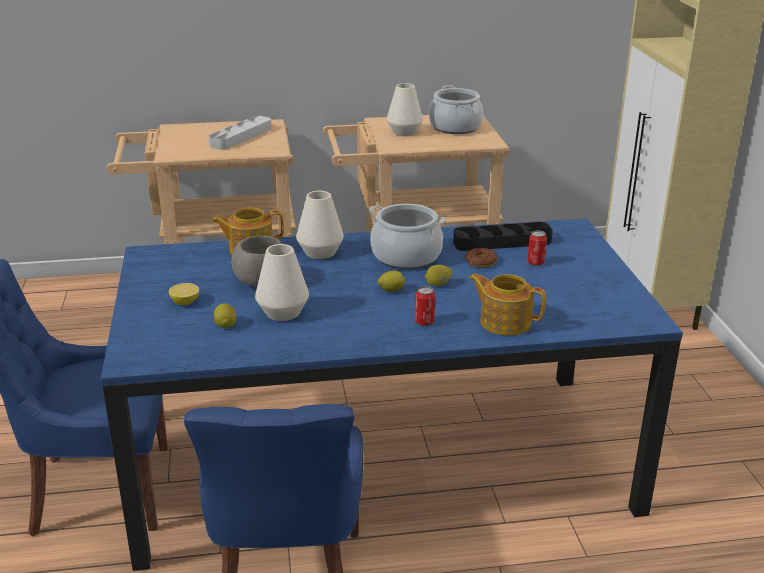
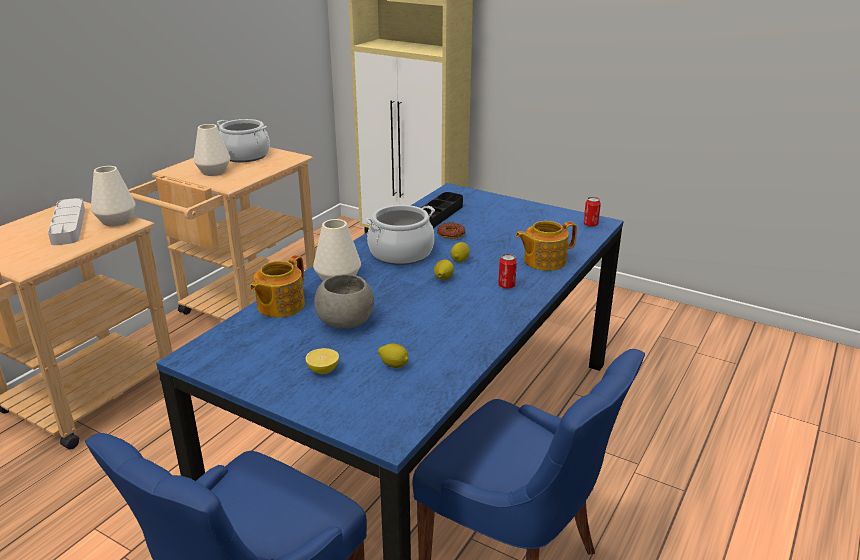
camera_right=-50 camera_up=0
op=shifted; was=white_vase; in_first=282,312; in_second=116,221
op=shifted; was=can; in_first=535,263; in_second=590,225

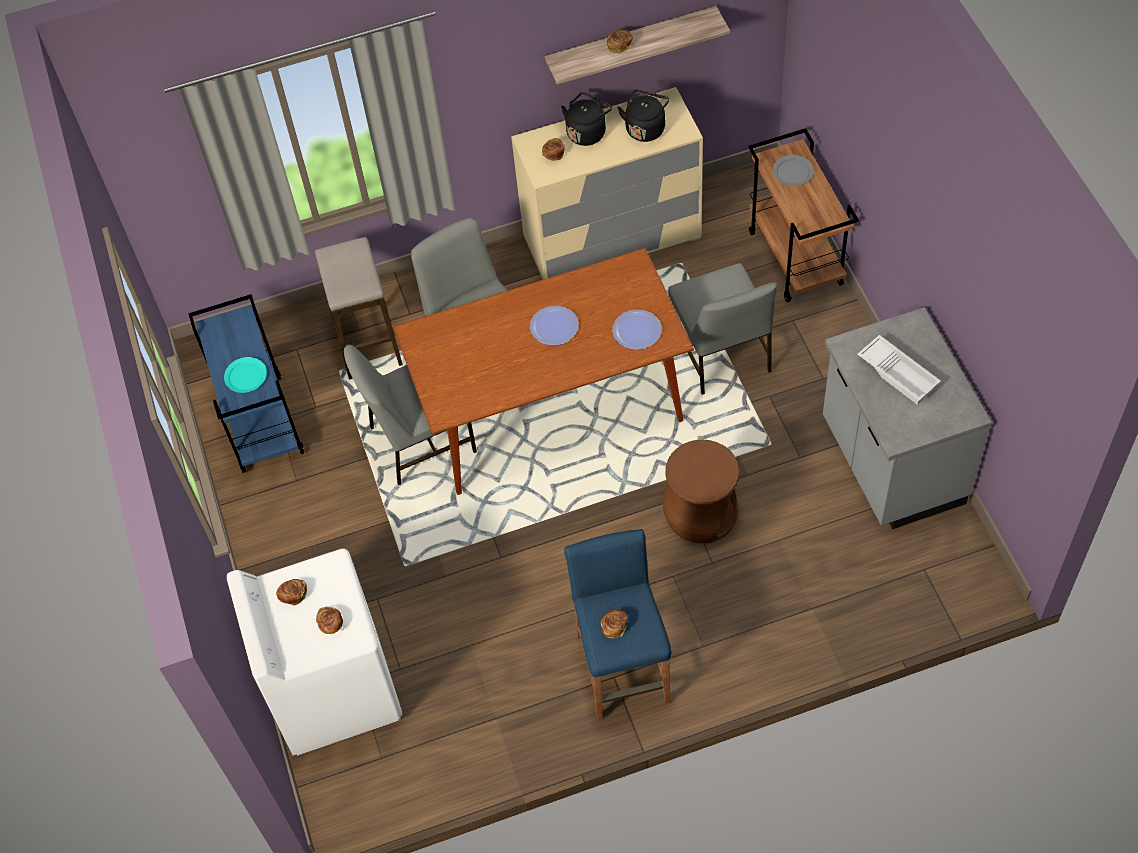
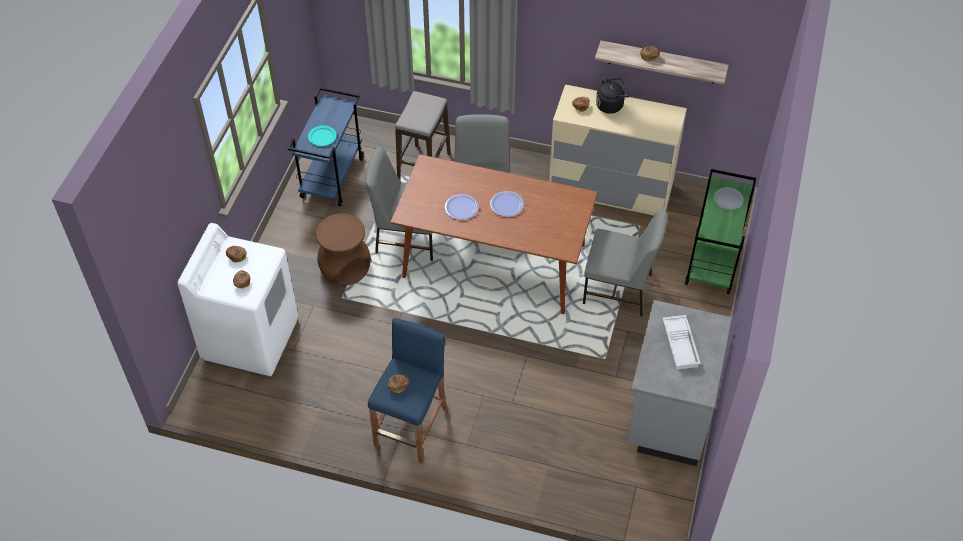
camera_right=30 camera_up=-5
op=shifted; was=plate; in_first=636,330; in_second=461,207
op=gone; was=black_kettle; in_first=645,128
op=shifted; was=brown_stool; in_first=700,512; in_second=345,266
op=rotated; was=grey_chair; in_first=720,353; in_second=619,290; clockwise=-90
op=repainted; was=brown_cart; now=green_cart; in_first=796,258; in_second=713,263

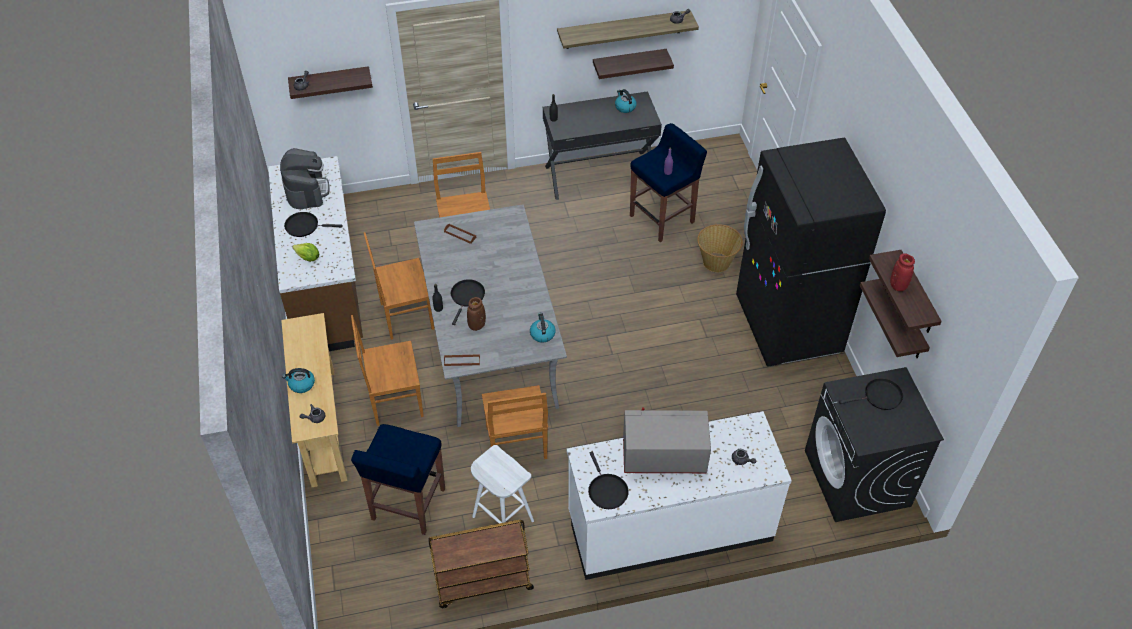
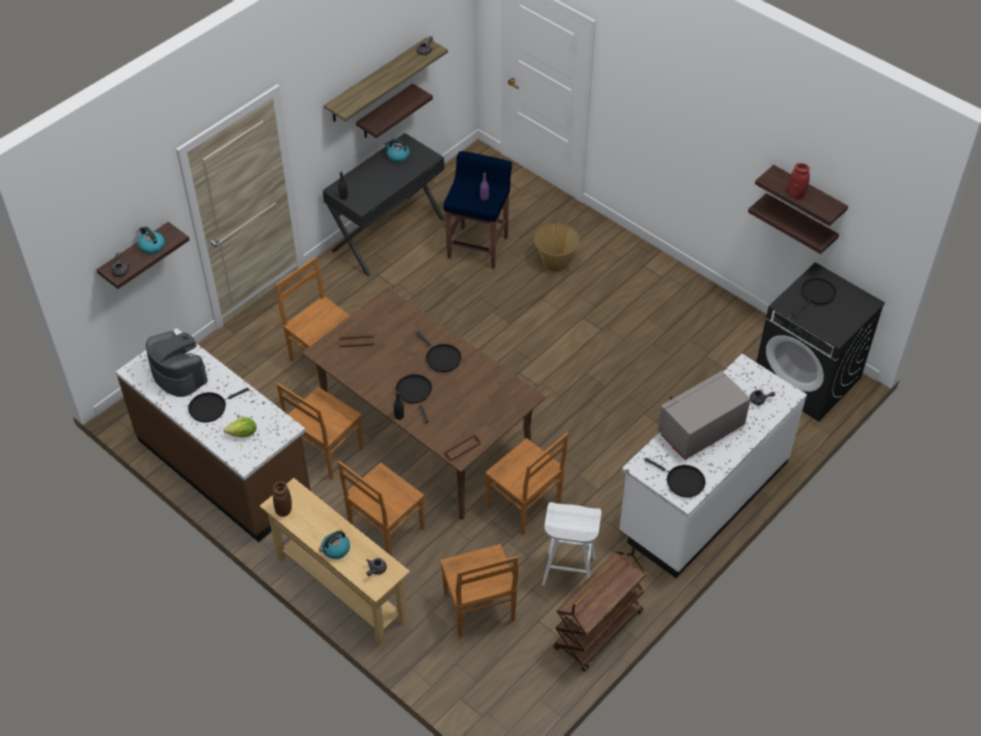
camera_right=-35 camera_up=0
op=swapped; was=blue_stool; now=brown_chair; in_first=407,505; in_second=479,609
op=repainted; was=grey_dining_table; now=brown_dining_table; in_first=490,342; in_second=424,433
op=shifted; was=brown_vase; in_first=477,325; in_second=284,510
op=shifted; was=kettle; in_first=542,334; in_second=151,246
op=gone; was=black_fridge; in_first=788,326
op=new; now=black_frying_pan; in_second=441,358

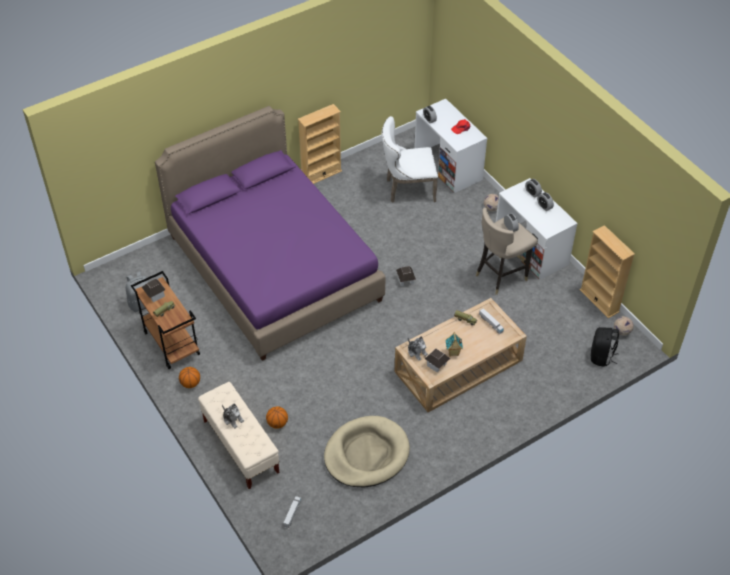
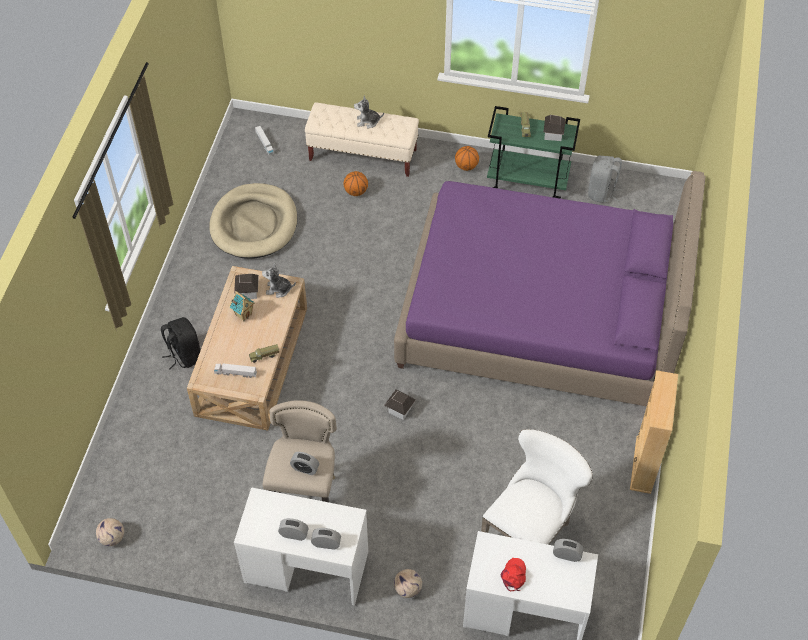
camera_right=135 camera_up=5
op=repainted; was=brown_cart; now=green_cart; in_first=171,343; in_second=528,182
op=gone; was=beige_bookcase; in_first=599,301
op=shifted; was=black_backpack; in_first=601,357; in_second=184,355

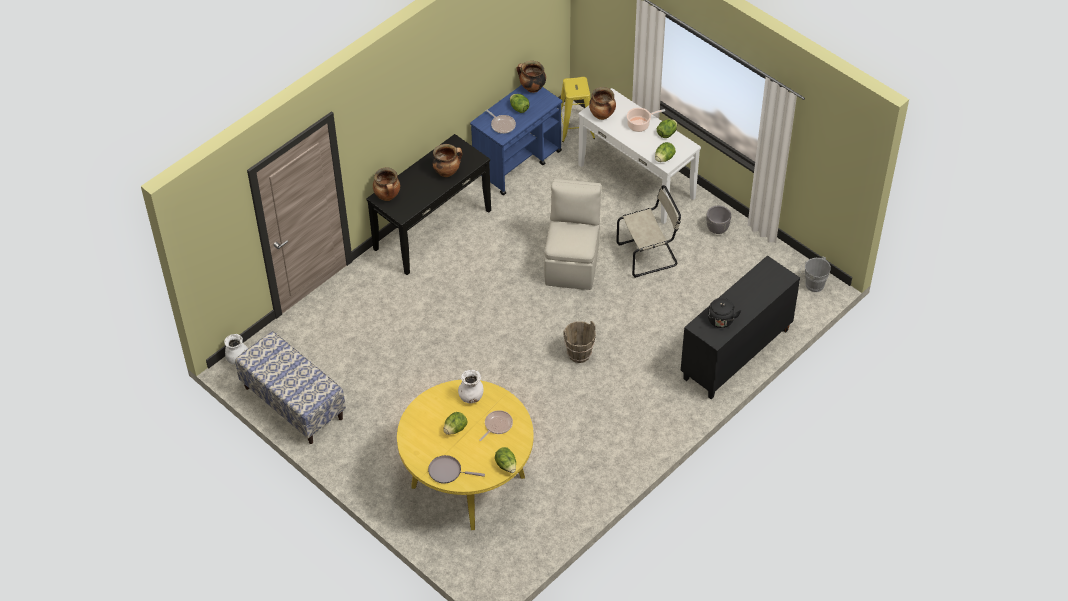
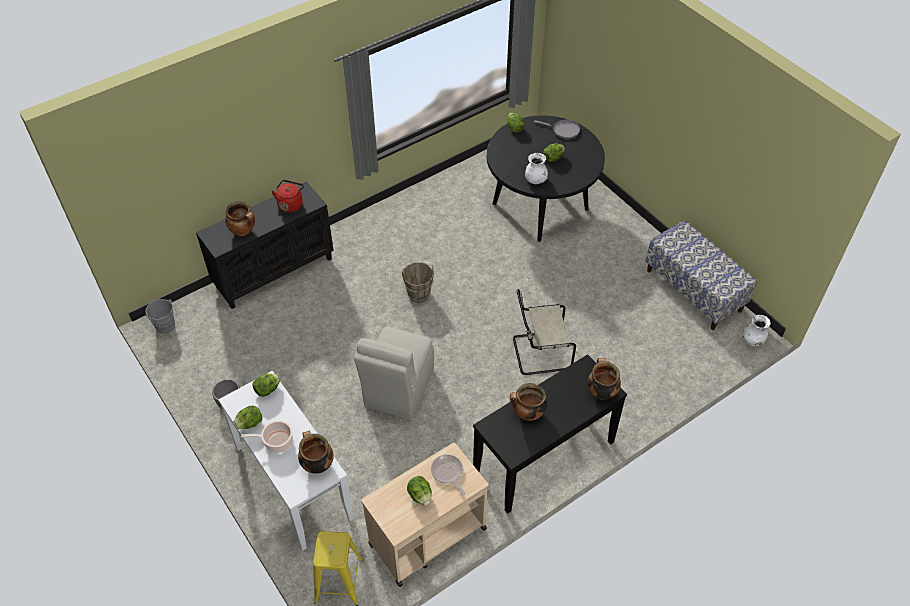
camera_right=-170 camera_up=0
op=repainted; was=yellow_dining_table; now=black_dining_table; in_first=468,481; in_second=540,206
op=repainted; was=blue_cart; now=beige_cart; in_first=517,162; in_second=426,536
op=gone; was=frying_pan; in_first=497,425
op=shifted; was=cooking_pot; in_first=532,88; in_second=243,231
op=shifted; was=beige_chair; in_first=649,254; in_second=539,353
op=repainted; was=black_kettle; now=red_kettle; in_first=721,321; in_second=291,204

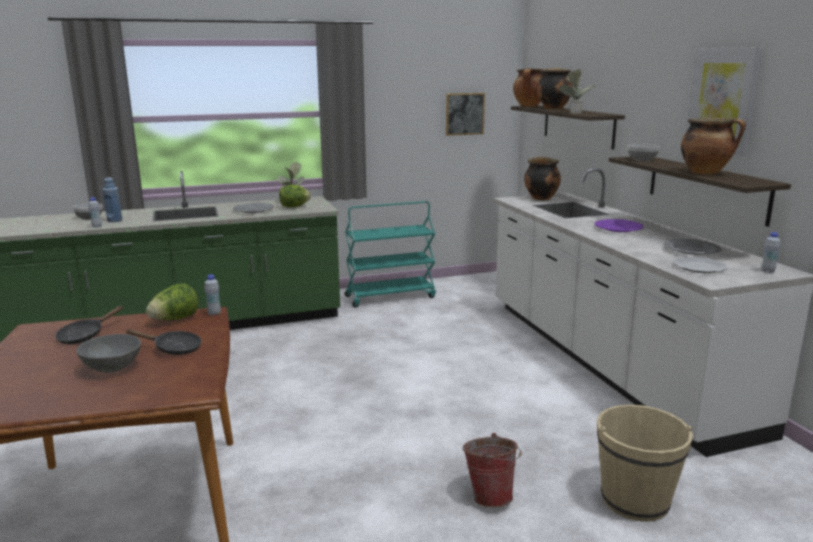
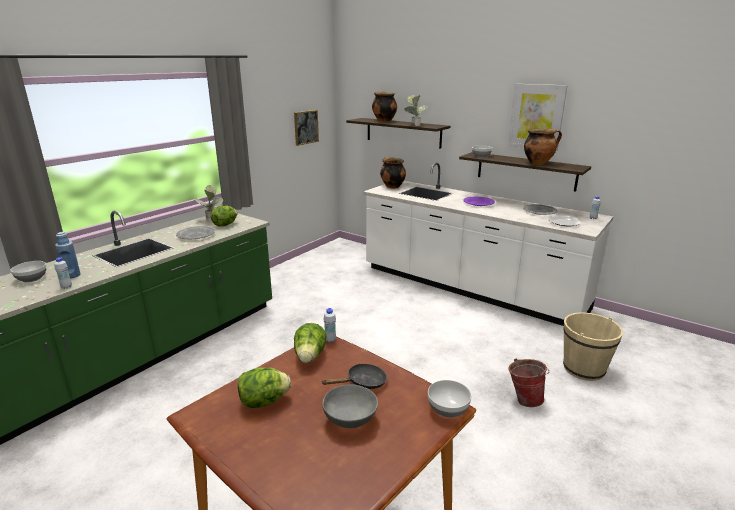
camera_right=-35 camera_up=5
op=swapped; was=black_frying_pan; now=lettuce; in_first=84,336; in_second=264,401
op=gone; was=turquoise_cart; in_first=390,296
op=gone; was=cooking_pot; in_first=529,106
op=new; now=bowl; in_second=448,409

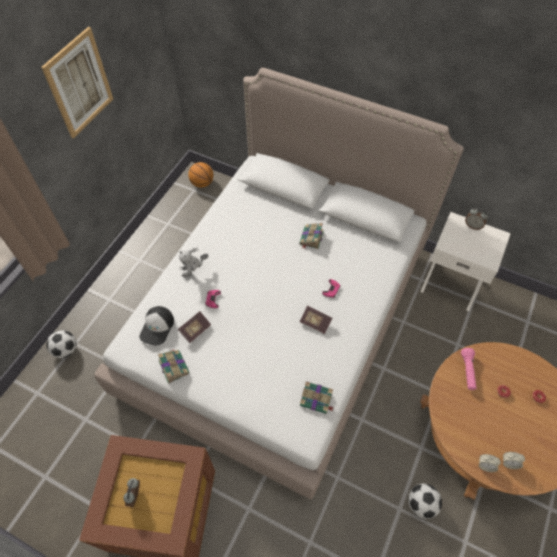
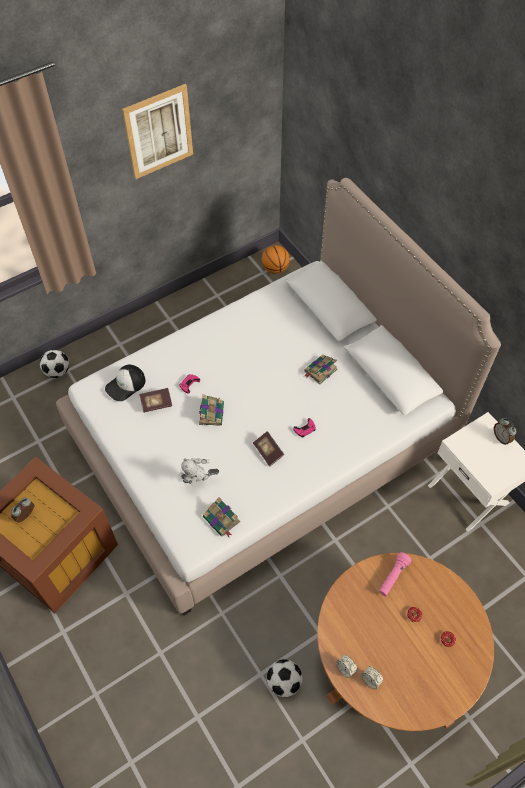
camera_right=30 camera_up=0
op=shifted; was=book; in_first=173,366; in_second=211,413
op=shifted; was=toy_robot; in_first=195,272; in_second=198,482

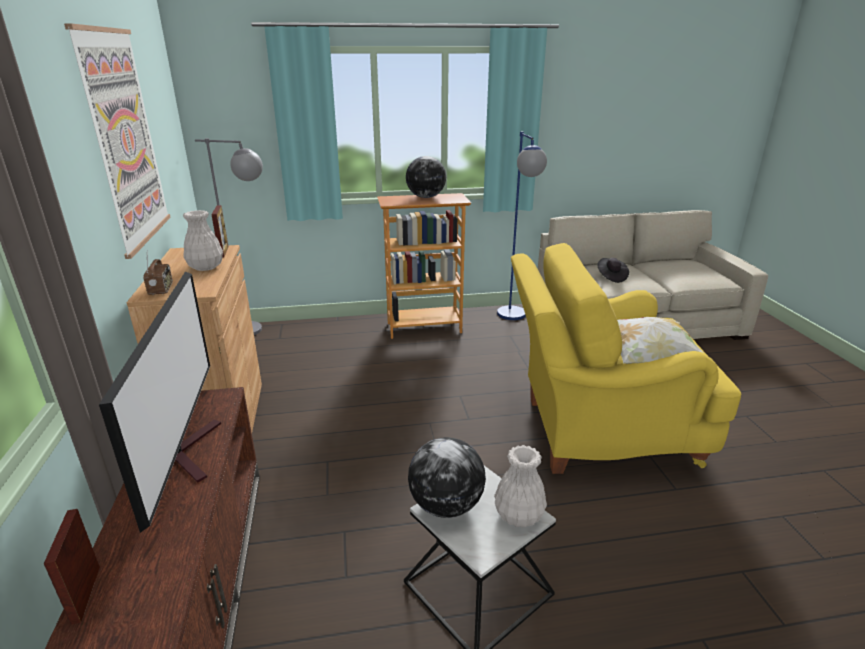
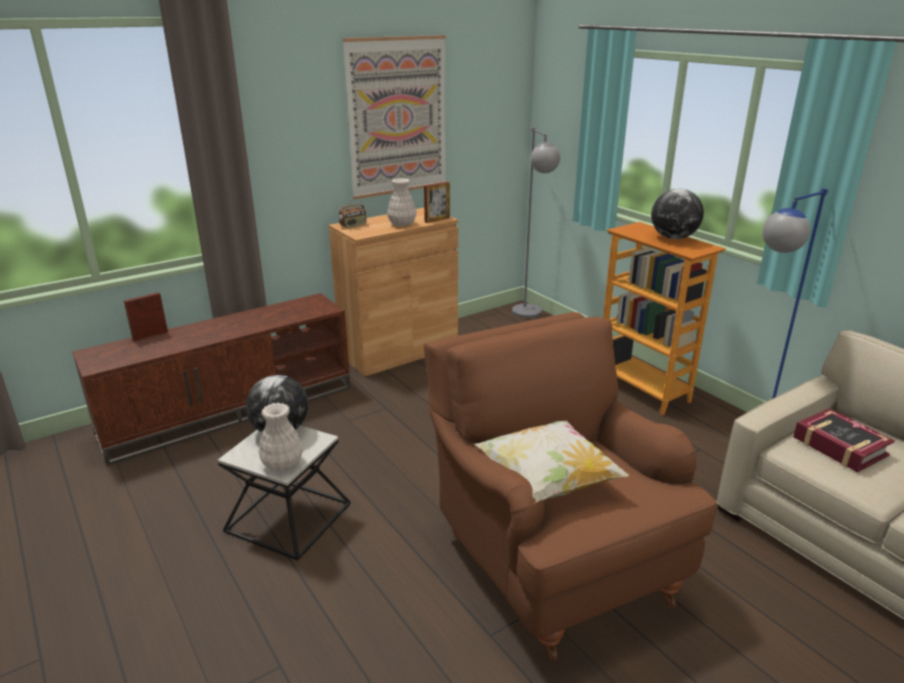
camera_right=65 camera_up=0
op=gone; was=television; in_first=191,450
op=repainted; was=yellow_armchair; now=brown_armchair; in_first=599,433; in_second=551,557
op=swapped; was=black_hat; now=book; in_first=611,277; in_second=839,446

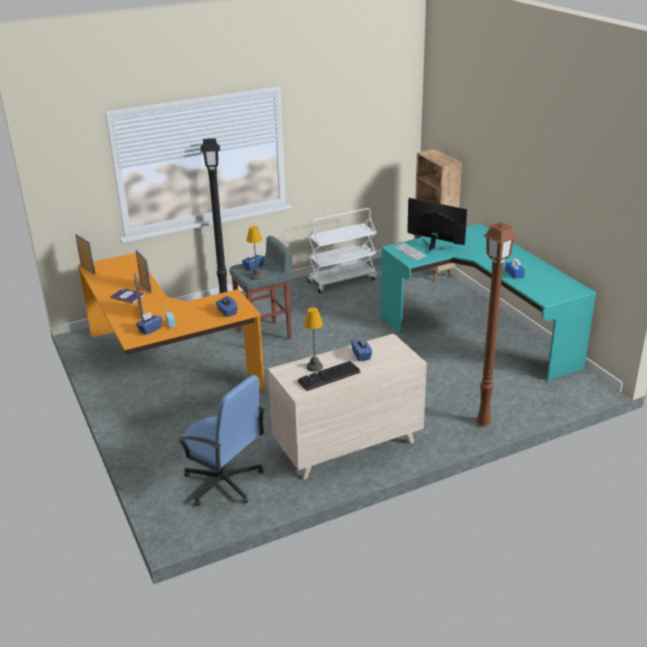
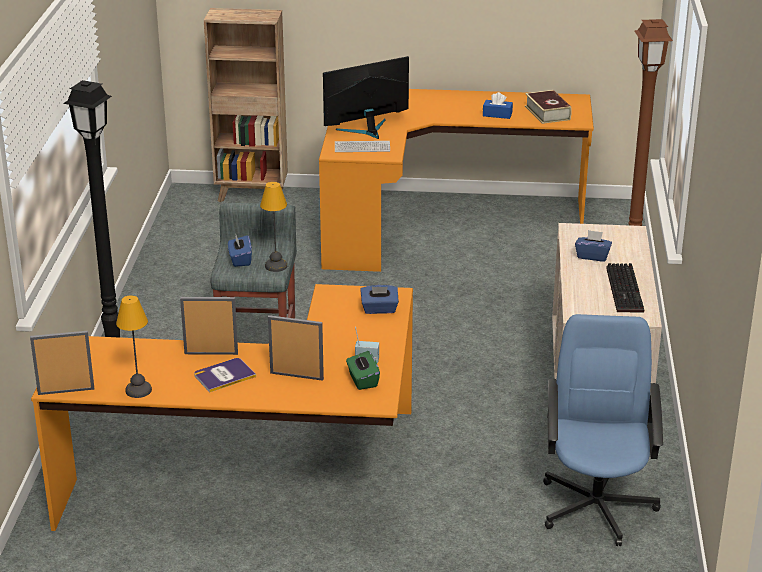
camera_right=-60 camera_up=0
op=repainted; was=blue_tissue_box; now=green_tissue_box; in_first=150,329; in_second=362,380
op=rotated; was=blue_office_chair; in_first=224,483; in_second=597,506; clockwise=-60
op=shifted; was=table_lamp; in_first=314,367; in_second=137,390
op=gone; was=white_cart; in_first=342,280
op=repainted; was=turquoise_desk; now=orange_desk; in_first=481,331; in_second=437,221
op=new; now=book; in_second=547,113

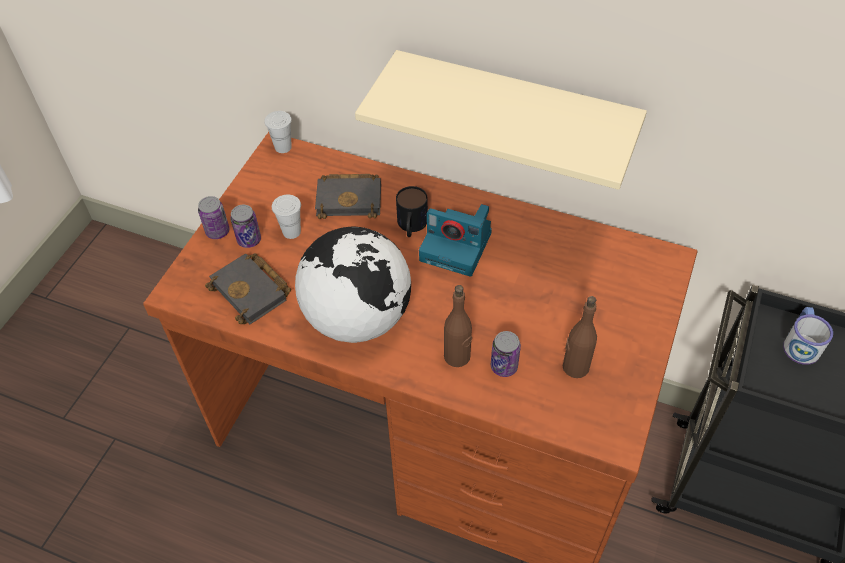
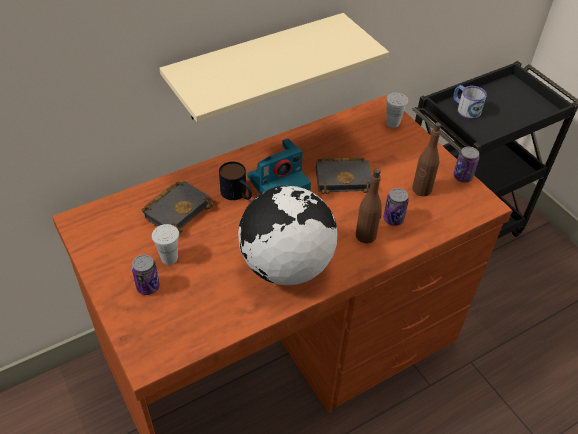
camera_right=-55 camera_up=-5
op=shifted; was=can; in_first=217,231; in_second=462,177
op=shifted; was=black_book; in_first=253,292; in_second=344,178
op=shifted; was=white_cup; in_first=283,147; in_second=392,123

